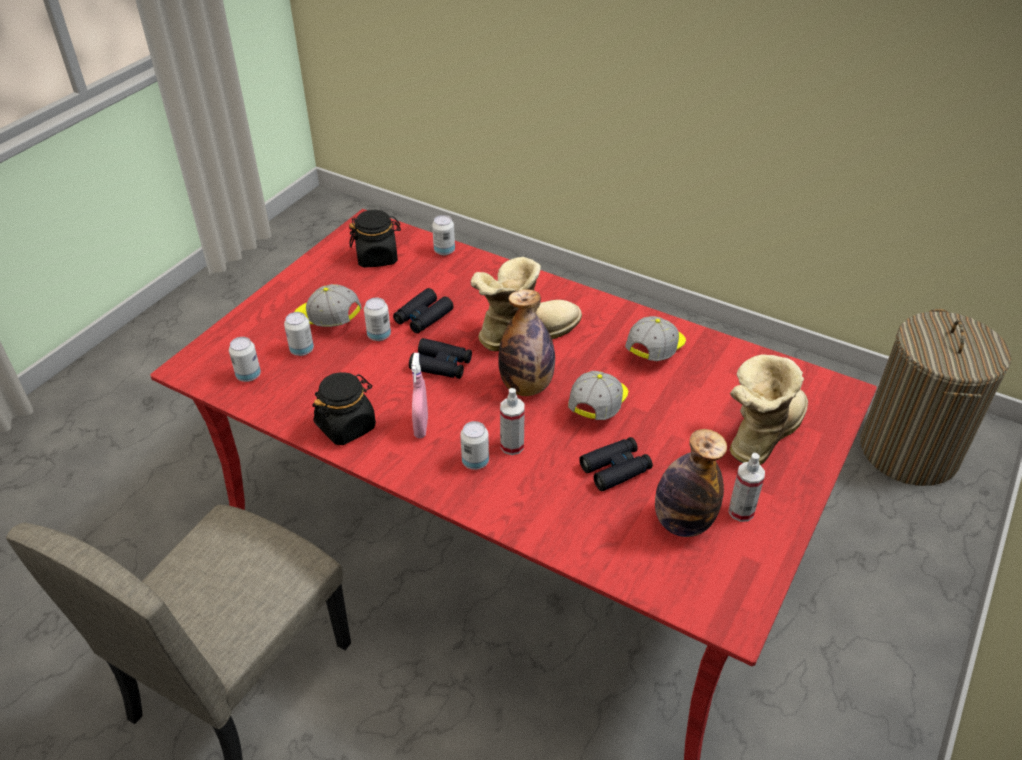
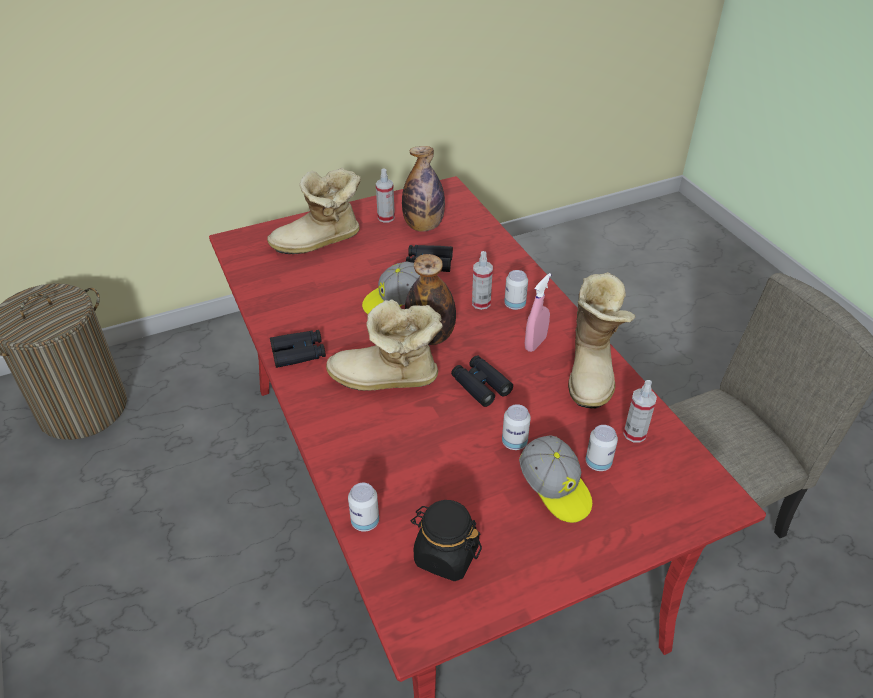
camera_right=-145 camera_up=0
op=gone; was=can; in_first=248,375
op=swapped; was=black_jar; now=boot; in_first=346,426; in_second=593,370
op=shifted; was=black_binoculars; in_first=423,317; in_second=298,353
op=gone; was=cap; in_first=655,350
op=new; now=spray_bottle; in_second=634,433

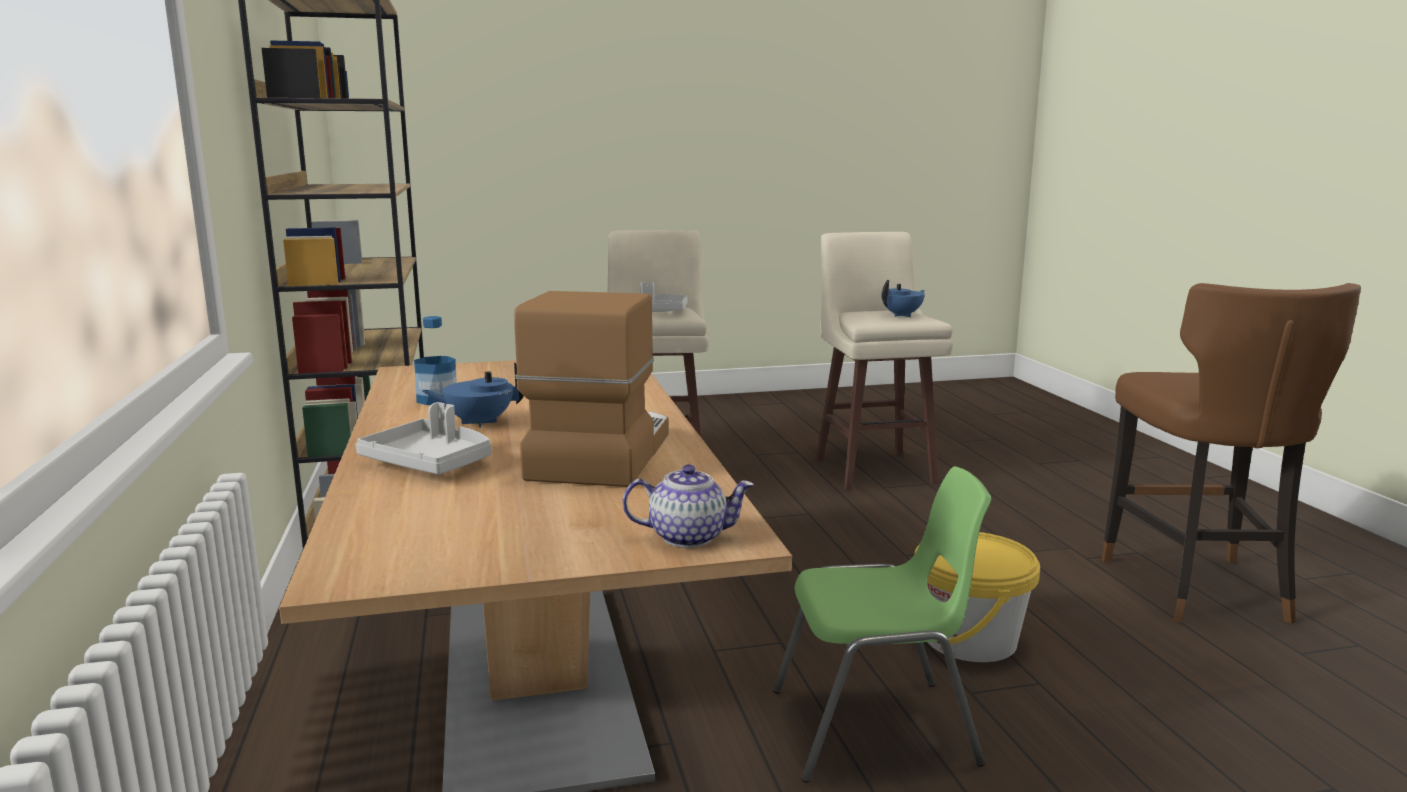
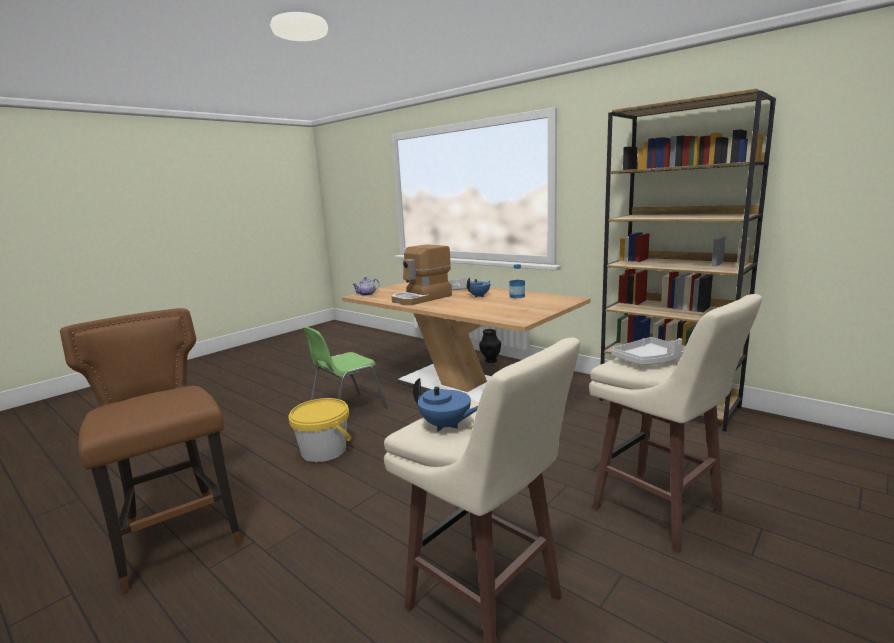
camera_right=145 camera_up=0
op=rotated; was=coffee_machine; in_first=599,454; in_second=422,298; clockwise=75
op=rotated; was=blue_teapot; in_first=902,315; in_second=446,426; clockwise=-75
op=new; now=black_vase; in_second=490,361

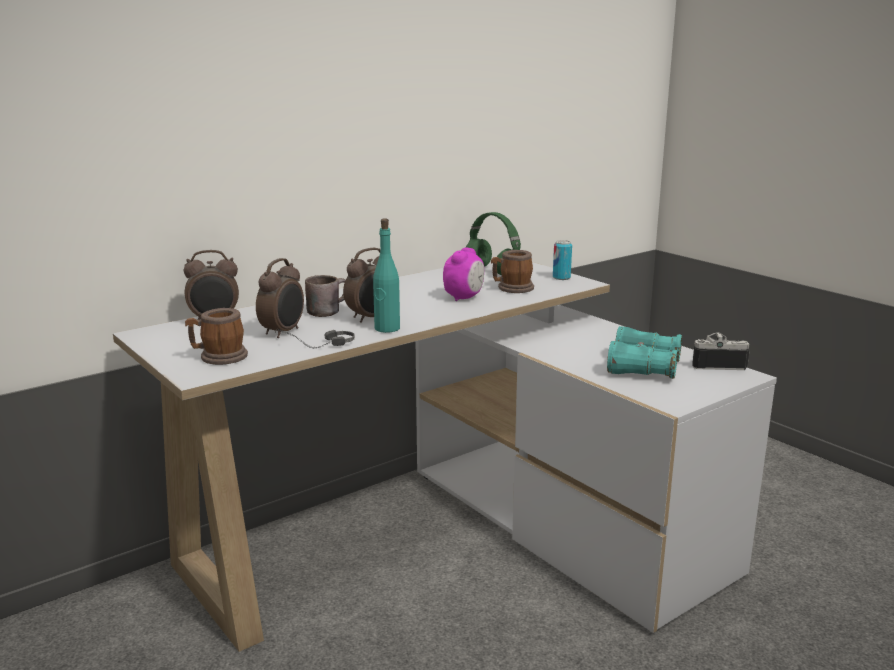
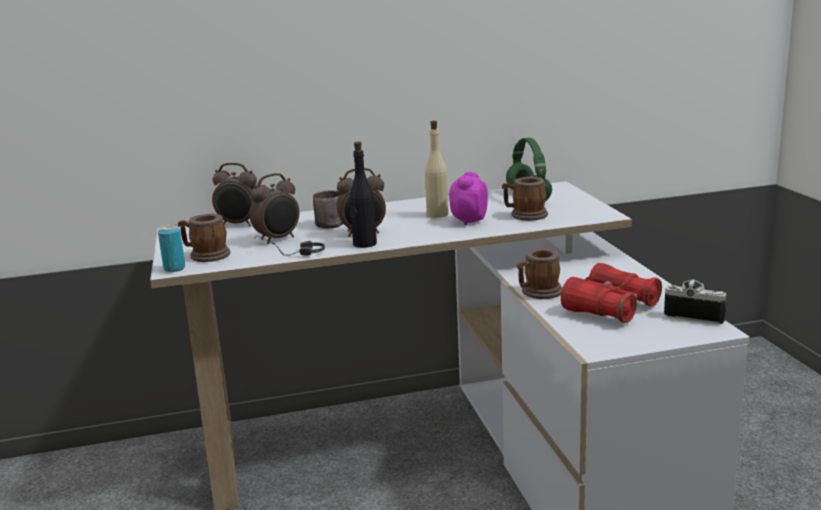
camera_right=25 camera_up=0
op=repainted; was=turquoise_bottle; now=black_bottle; in_first=387,328; in_second=364,244
op=rotated; was=alarm_clock; in_first=464,297; in_second=468,221; clockwise=150
op=shifted; was=can; in_first=561,278; in_second=174,268
op=repainted; was=turquoise_binoculars; now=red_binoculars; in_first=643,367; in_second=610,308
op=new; now=beige_bottle; in_second=437,214
op=new; now=mug; in_second=538,293

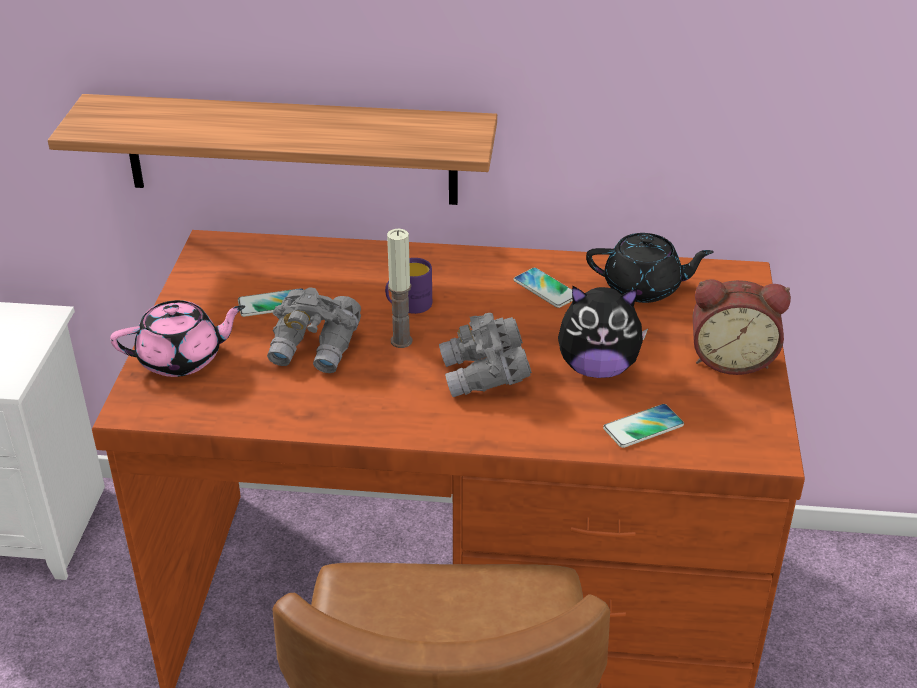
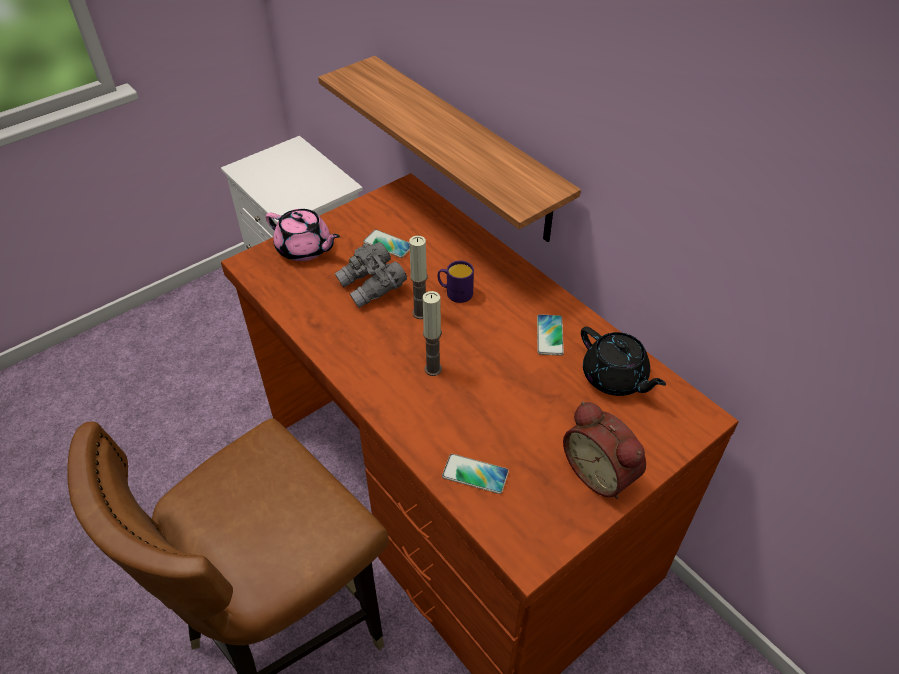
camera_right=45 camera_up=10
op=swapped; was=grey_binoculars; now=candle; in_first=485,376; in_second=433,369
op=gone; was=plush_toy; in_first=597,368

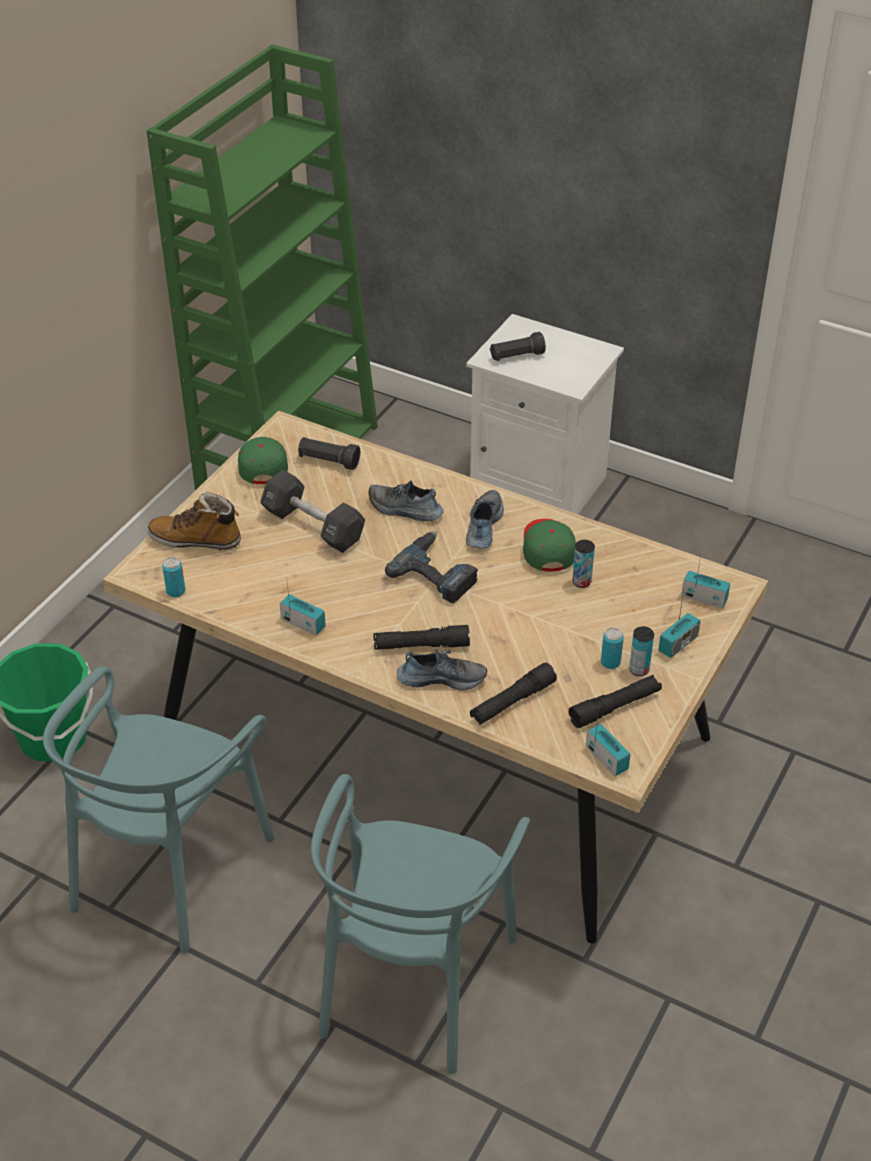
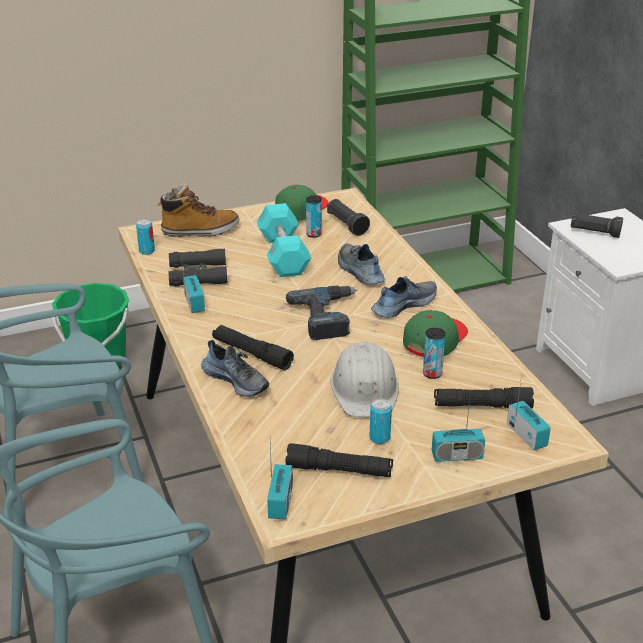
camera_right=40 camera_up=-10
op=rotated; was=boot; in_first=196,540; in_second=200,231; clockwise=120
op=repainted; was=black_dumbbell; now=turquoise_dumbbell; in_first=313,526; in_second=283,254
op=shifted; was=black_flashlight; in_first=512,702; in_second=482,406
op=shifted; was=can; in_first=639,670; in_second=314,234
op=new; now=black_binoculars; in_second=198,274
op=new; now=white_hard_hat; in_second=365,388

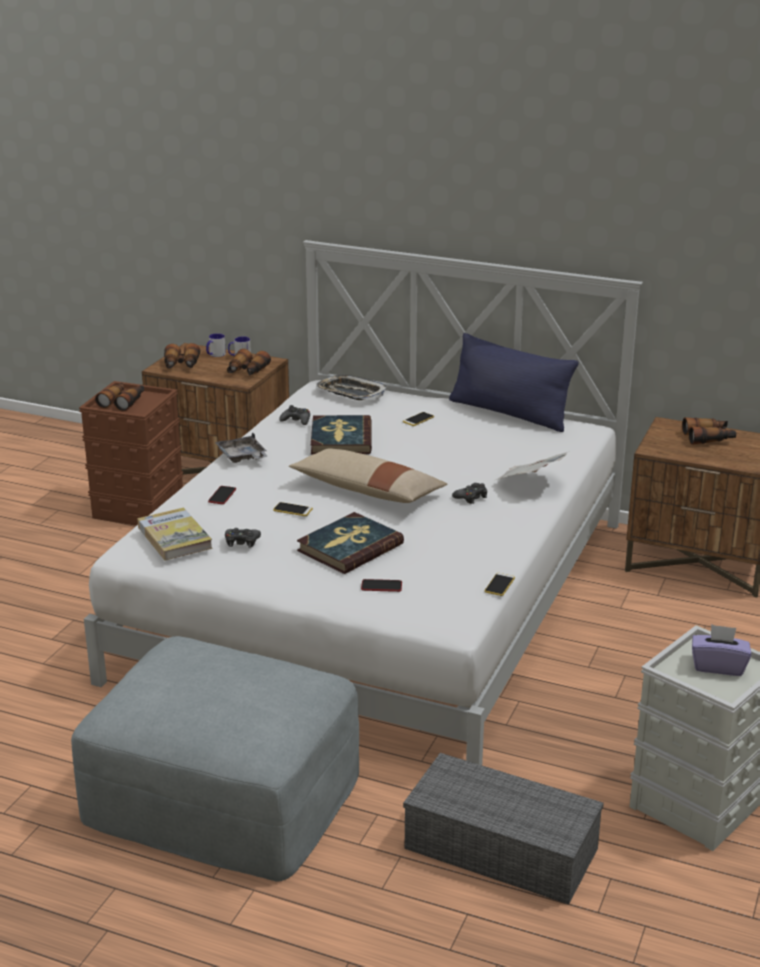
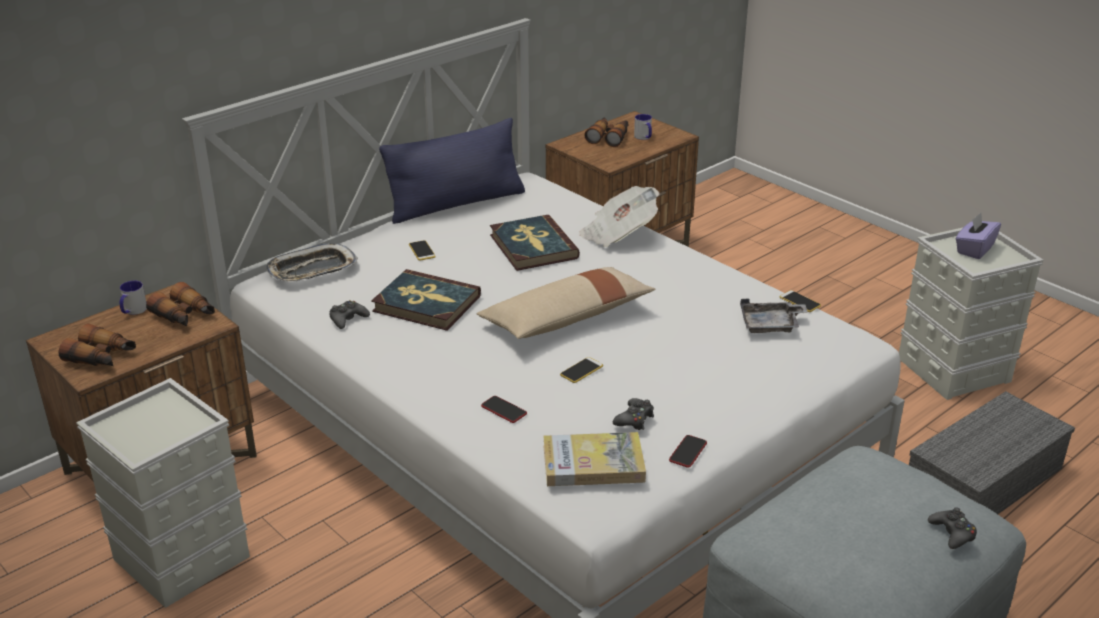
camera_right=-65 camera_up=5
op=repainted; was=brown_storage_box; now=grey_storage_box; in_first=138,507; in_second=179,558
op=gone; was=binoculars; in_first=123,402
op=shifted; was=mug; in_first=215,355; in_second=644,137
op=shifted; was=grey_tray; in_first=242,457; in_second=771,325
op=shifted; was=book; in_first=349,547; in_second=533,246
op=shifted; was=phone; in_first=381,586; in_second=688,452
op=shifted; was=black_game_controller; in_first=471,497; in_second=952,533

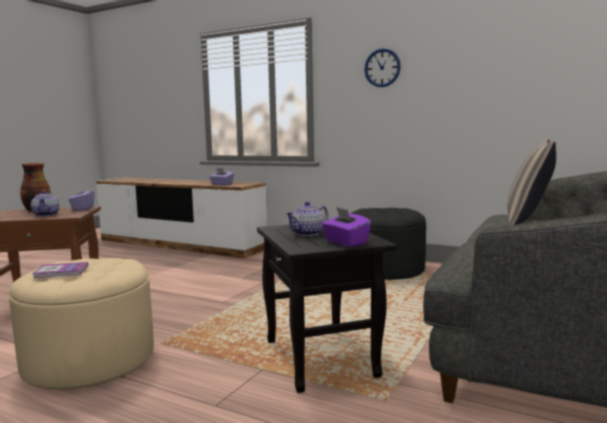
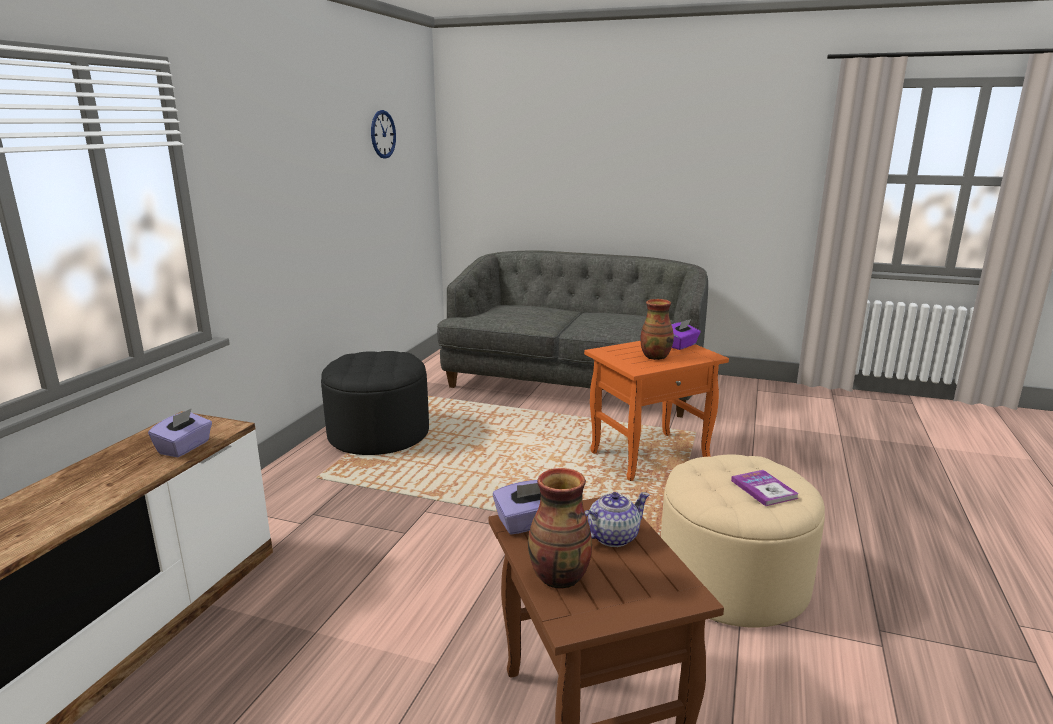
camera_right=-100 camera_up=10
op=repainted; was=black_side_table; now=orange_side_table; in_first=322,359; in_second=650,455
op=swapped; was=teapot; now=vase; in_first=308,233; in_second=655,356
op=shifted; was=wall_clock; in_first=382,68; in_second=383,134
op=gone; was=pillow; in_first=528,222

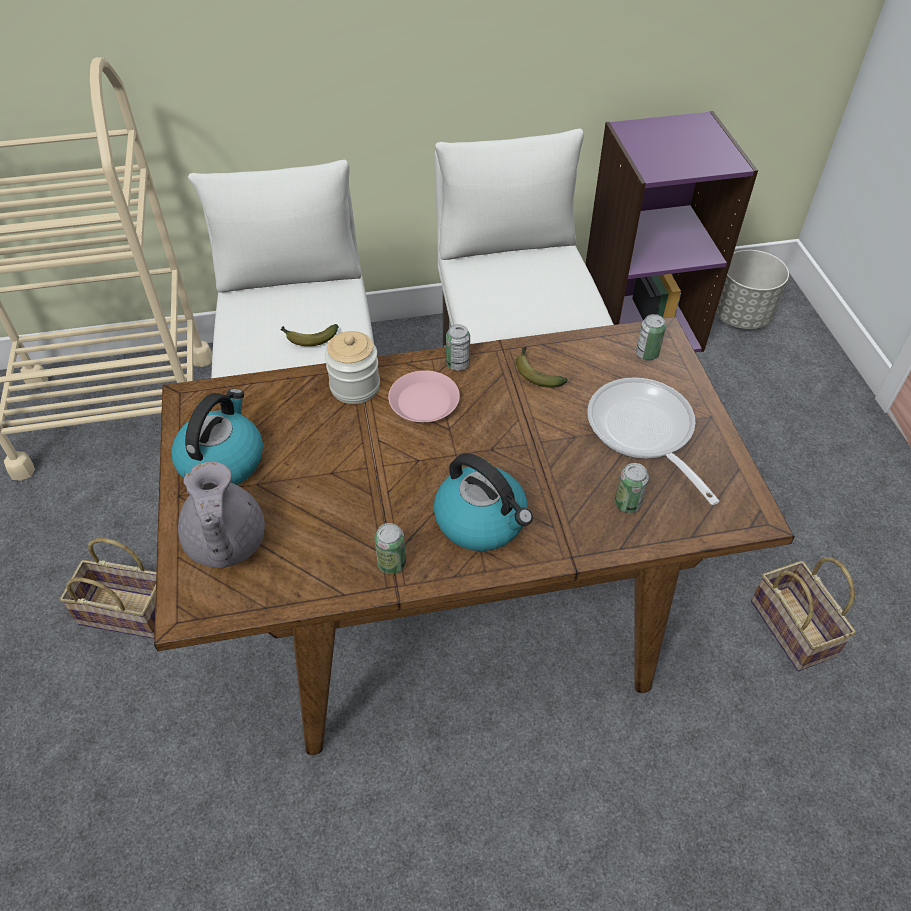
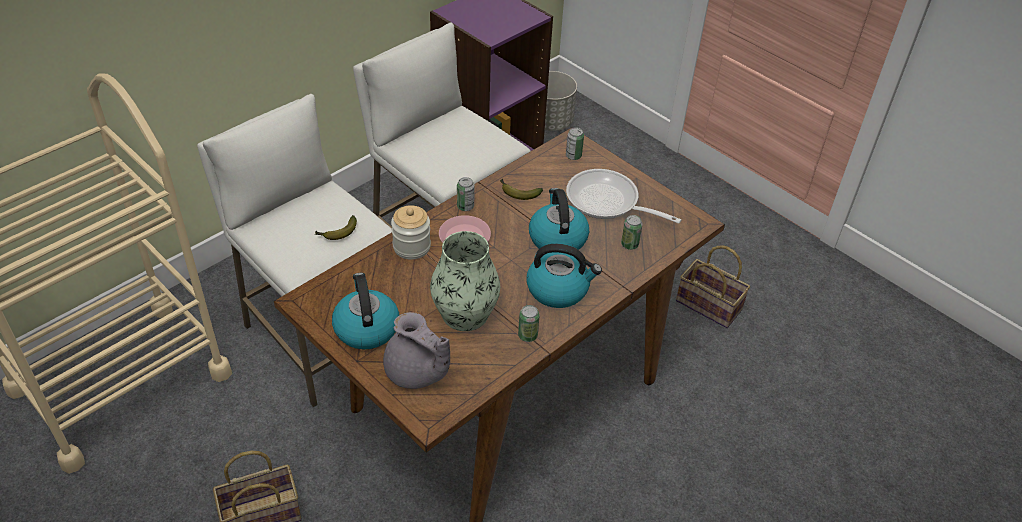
camera_right=-35 camera_up=-5
op=new; now=vase; in_second=465,313
op=new; now=kettle; in_second=557,238

